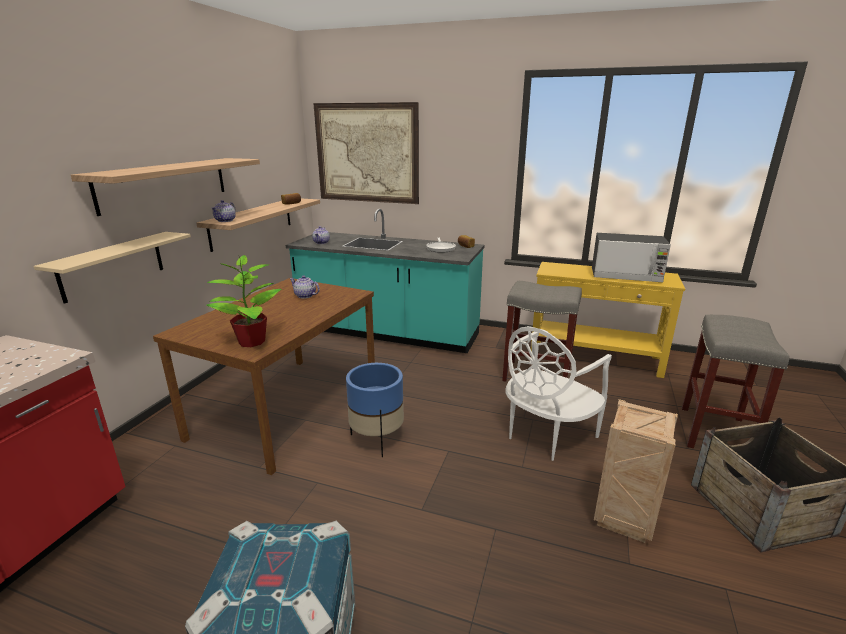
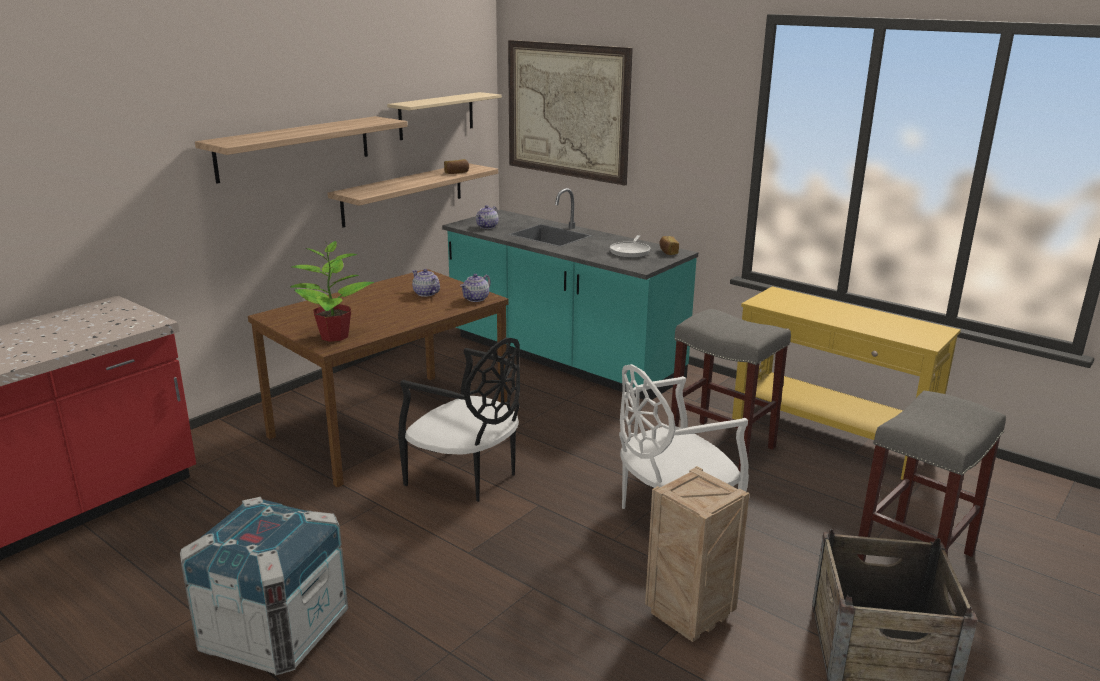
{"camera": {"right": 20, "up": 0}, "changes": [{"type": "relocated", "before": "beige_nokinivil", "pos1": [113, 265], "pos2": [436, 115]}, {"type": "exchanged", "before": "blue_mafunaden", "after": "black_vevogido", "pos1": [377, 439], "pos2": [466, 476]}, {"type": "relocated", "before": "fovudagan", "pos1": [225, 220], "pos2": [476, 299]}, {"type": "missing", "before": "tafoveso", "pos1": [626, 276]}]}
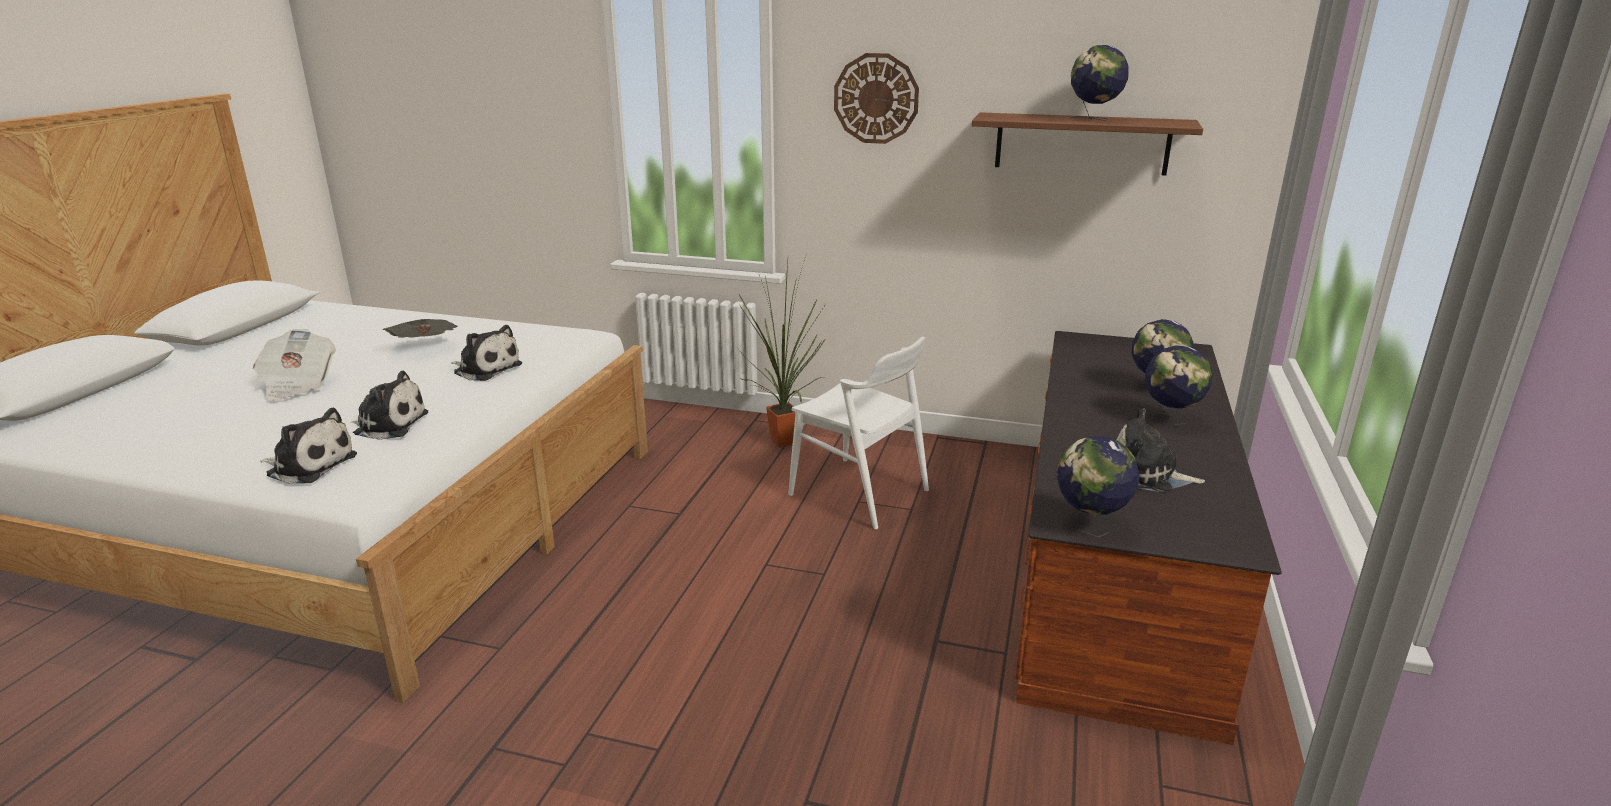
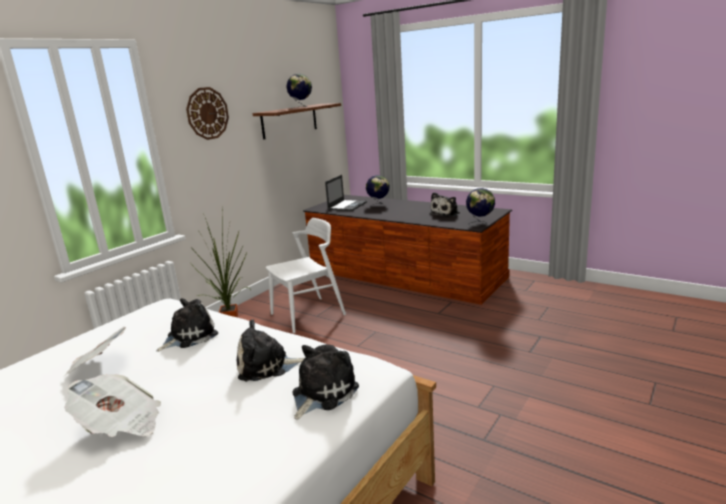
{"camera": {"right": -70, "up": -5}, "changes": [{"type": "spun", "before": "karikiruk", "pos1": [387, 424], "pos2": [267, 367], "turn": -120}, {"type": "appeared", "after": "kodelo", "pos2": [347, 205]}, {"type": "missing", "before": "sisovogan", "pos1": [1170, 421]}]}
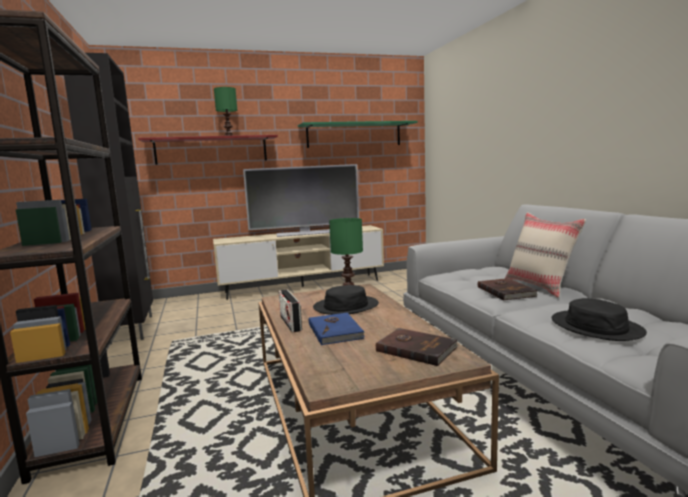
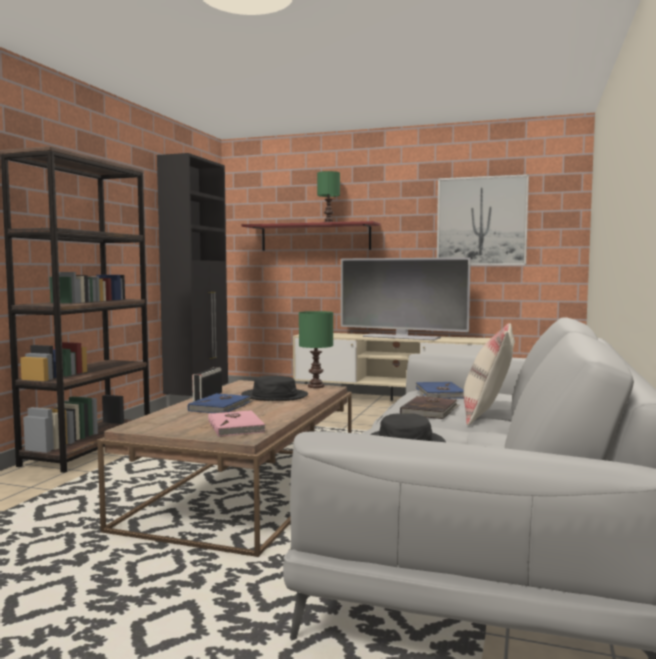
{"camera": {"right": 35, "up": -5}, "changes": [{"type": "colour", "before": "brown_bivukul", "after": "pink_bivukul", "pos1": [416, 348], "pos2": [237, 426]}, {"type": "appeared", "after": "blue_bivukul", "pos2": [438, 393]}, {"type": "exchanged", "before": "green_nokinivil", "after": "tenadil", "pos1": [354, 135], "pos2": [481, 221]}]}
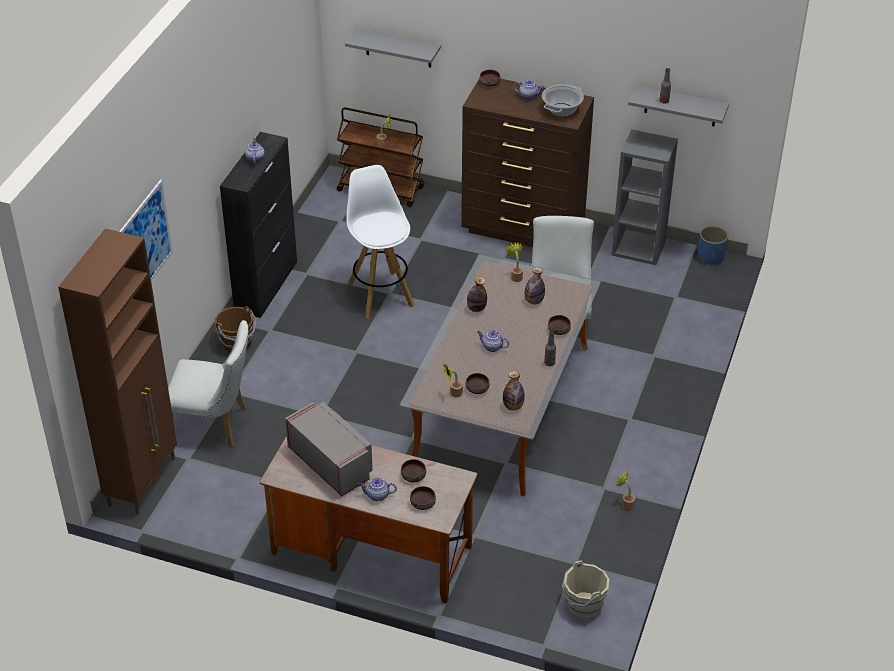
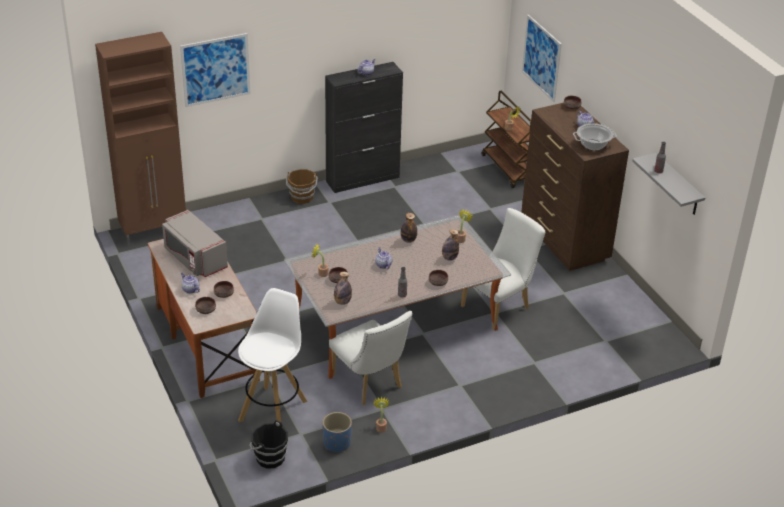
{"camera": {"right": 45, "up": -5}, "changes": [{"type": "spun", "before": "grey_tafoveso", "pos1": [331, 463], "pos2": [195, 258], "turn": 135}, {"type": "relocated", "before": "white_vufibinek", "pos1": [380, 293], "pos2": [273, 410]}, {"type": "colour", "before": "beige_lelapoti", "after": "black_lelapoti", "pos1": [583, 605], "pos2": [269, 458]}, {"type": "relocated", "before": "blue_mafunaden", "pos1": [710, 257], "pos2": [337, 443]}, {"type": "relocated", "before": "white_vevogido", "pos1": [215, 425], "pos2": [370, 384]}, {"type": "exchanged", "before": "grey_nokinivil", "after": "tenadil", "pos1": [398, 48], "pos2": [541, 58]}, {"type": "missing", "before": "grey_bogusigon", "pos1": [639, 248]}]}
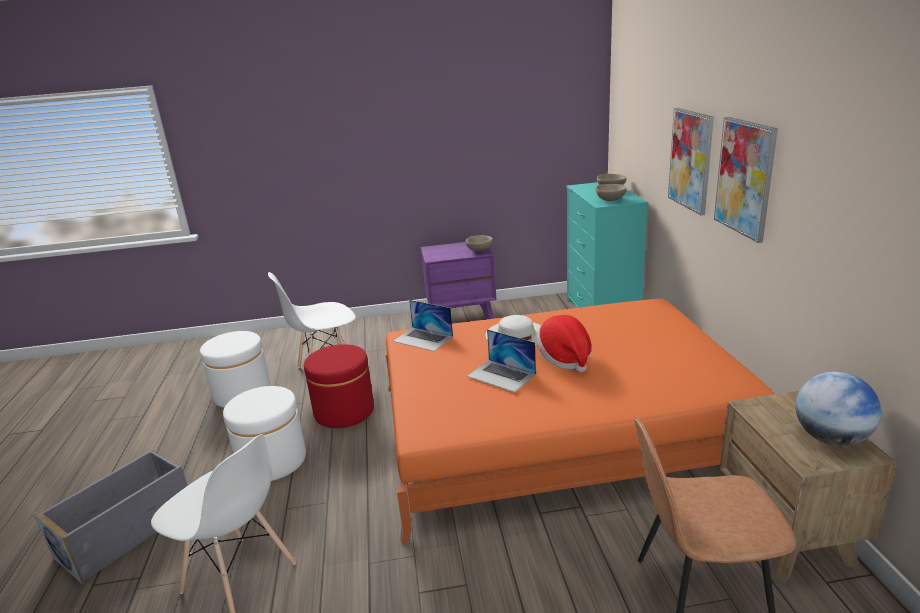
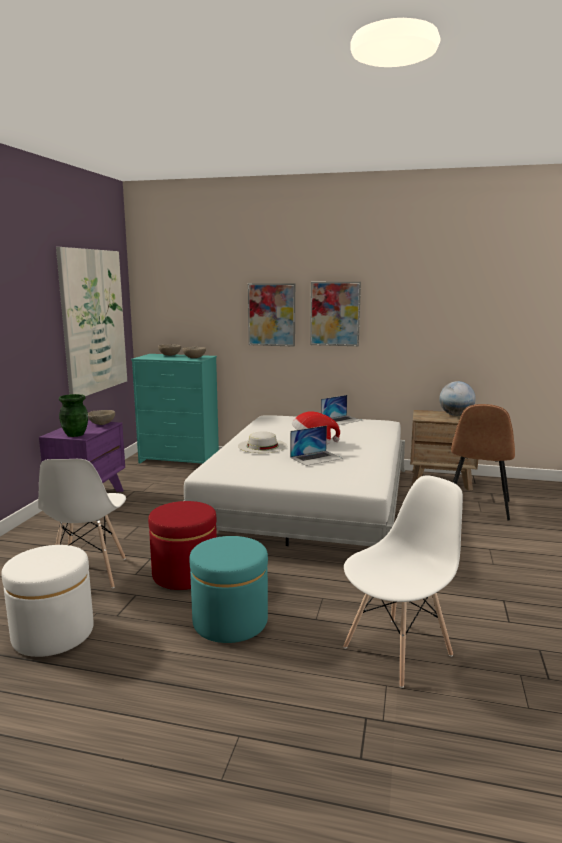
{"camera": {"right": -70, "up": -10}, "changes": [{"type": "appeared", "after": "tenadil", "pos2": [93, 321]}, {"type": "appeared", "after": "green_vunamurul", "pos2": [75, 434]}, {"type": "colour", "before": "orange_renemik", "after": "white_renemik", "pos1": [556, 429], "pos2": [308, 503]}, {"type": "colour", "before": "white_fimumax", "after": "turquoise_fimumax", "pos1": [272, 461], "pos2": [230, 621]}, {"type": "relocated", "before": "kodelo", "pos1": [423, 339], "pos2": [341, 420]}, {"type": "missing", "before": "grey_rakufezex", "pos1": [128, 531]}]}
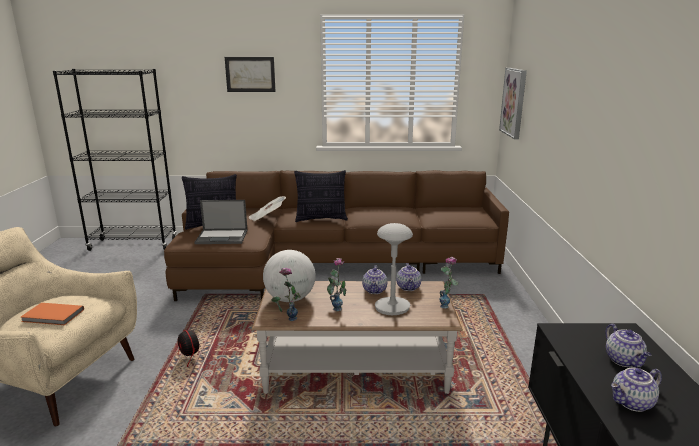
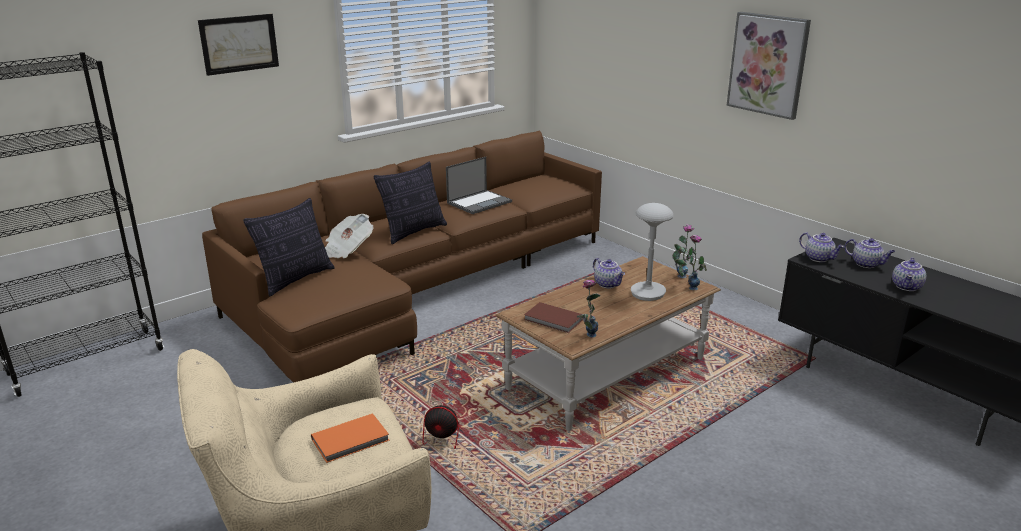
{"camera": {"right": -40, "up": 5}, "changes": [{"type": "relocated", "before": "kodelo", "pos1": [222, 237], "pos2": [479, 202]}, {"type": "exchanged", "before": "sisovogan", "after": "brown_bivukul", "pos1": [290, 299], "pos2": [553, 320]}, {"type": "relocated", "before": "vunamurul", "pos1": [337, 306], "pos2": [688, 286]}, {"type": "relocated", "before": "tenadil", "pos1": [514, 102], "pos2": [768, 64]}, {"type": "relocated", "before": "fovudagan", "pos1": [409, 287], "pos2": [819, 258]}]}
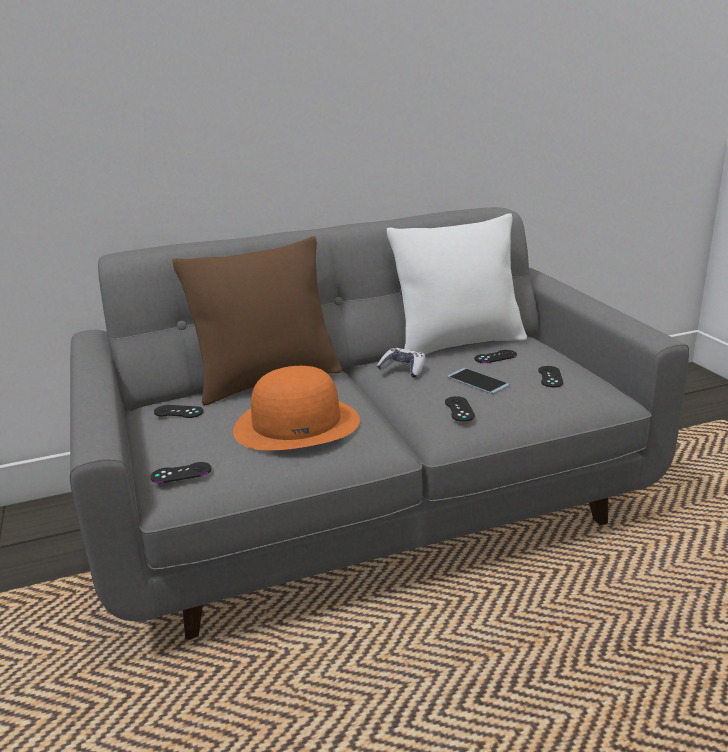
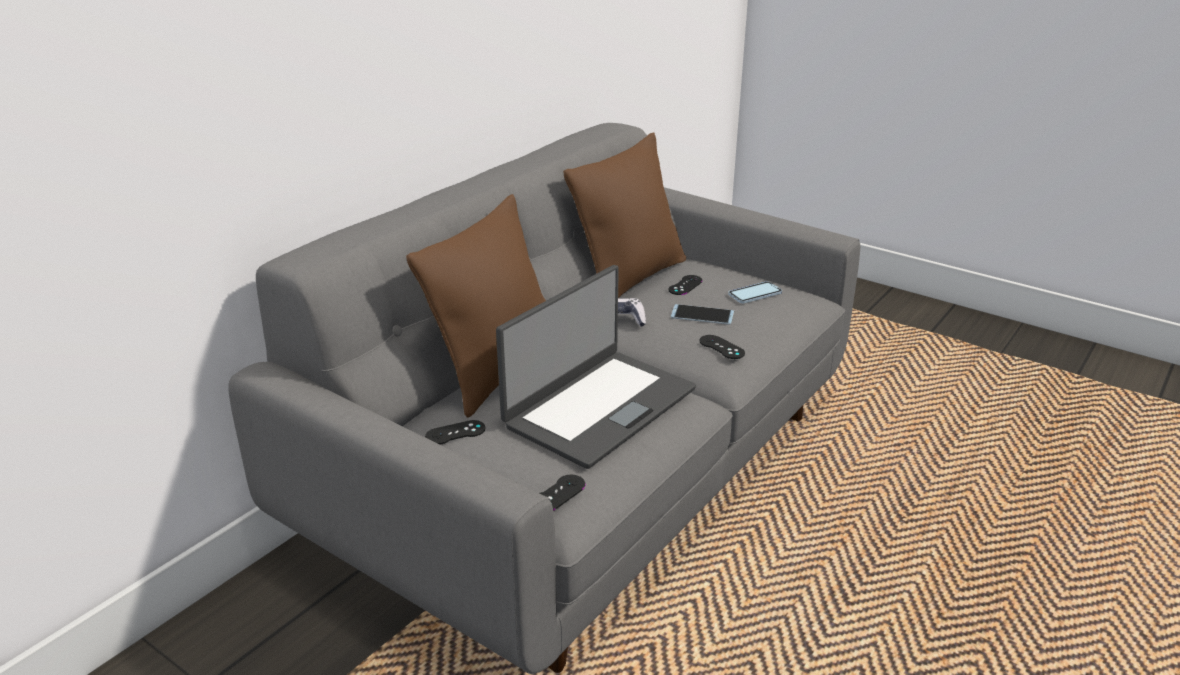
{"camera": {"right": -35, "up": 5}, "changes": [{"type": "exchanged", "before": "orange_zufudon", "after": "kodelo", "pos1": [297, 424], "pos2": [598, 406]}, {"type": "colour", "before": "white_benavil", "after": "brown_benavil", "pos1": [459, 344], "pos2": [629, 279]}, {"type": "exchanged", "before": "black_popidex", "after": "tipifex", "pos1": [550, 377], "pos2": [755, 294]}]}
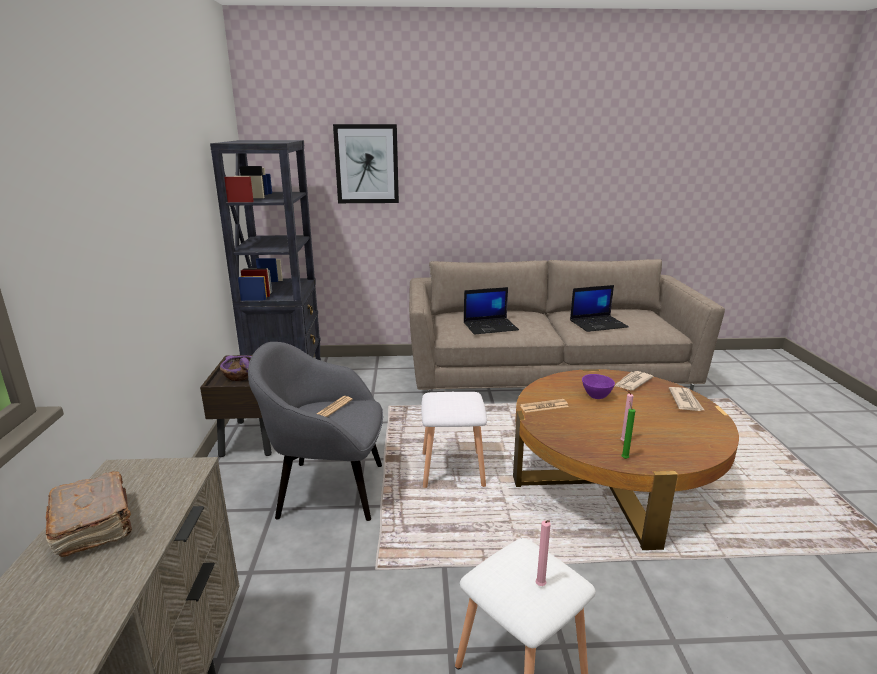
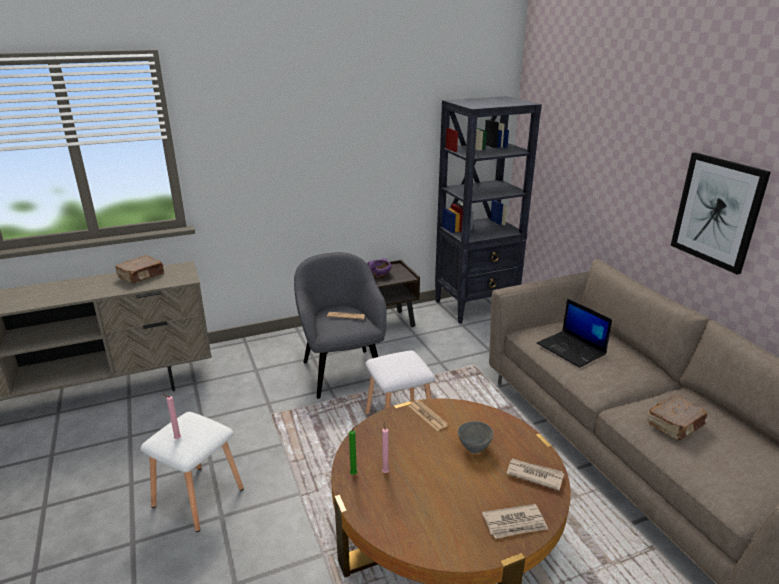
{"camera": {"right": 70, "up": 5}, "changes": [{"type": "colour", "before": "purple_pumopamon", "after": "grey_pumopamon", "pos1": [596, 396], "pos2": [474, 448]}, {"type": "exchanged", "before": "kodelo", "after": "brown_bivukul", "pos1": [598, 324], "pos2": [675, 425]}, {"type": "relocated", "before": "tenadil", "pos1": [367, 164], "pos2": [717, 211]}]}
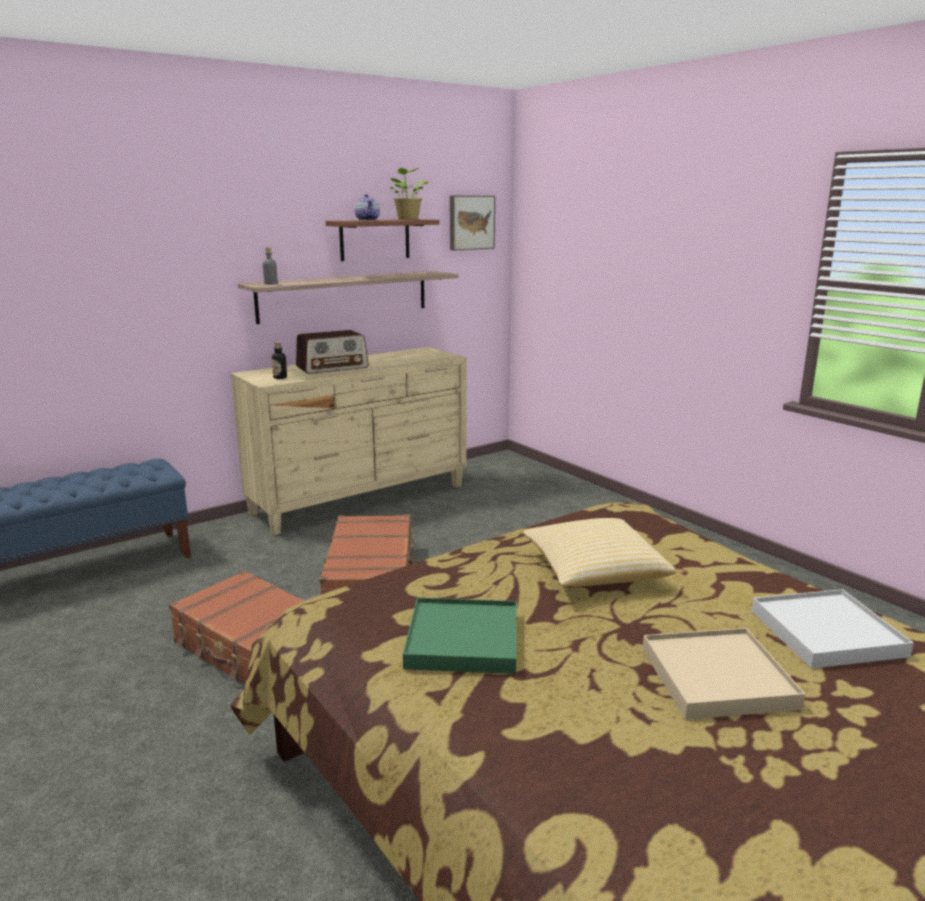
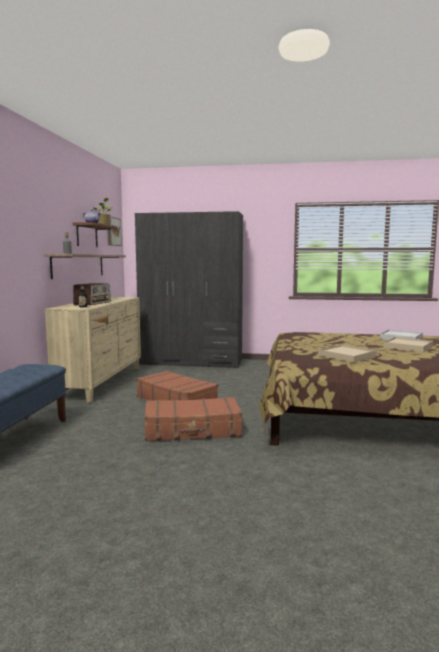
{"camera": {"right": -45, "up": -10}, "changes": [{"type": "appeared", "after": "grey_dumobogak", "pos2": [191, 362]}, {"type": "colour", "before": "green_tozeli", "after": "beige_tozeli", "pos1": [463, 640], "pos2": [347, 356]}, {"type": "missing", "before": "benavil", "pos1": [594, 572]}]}
